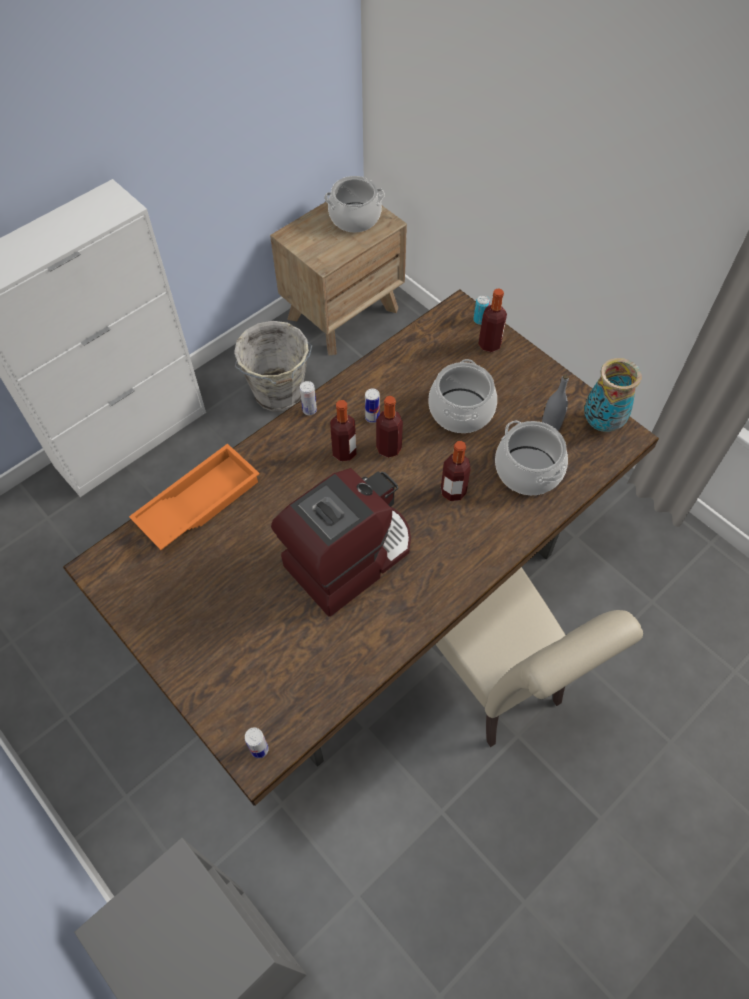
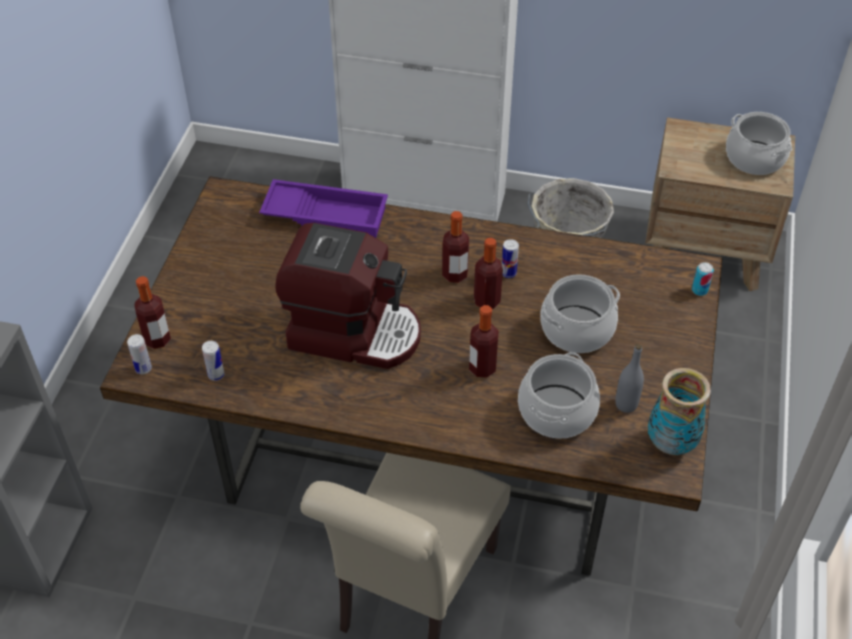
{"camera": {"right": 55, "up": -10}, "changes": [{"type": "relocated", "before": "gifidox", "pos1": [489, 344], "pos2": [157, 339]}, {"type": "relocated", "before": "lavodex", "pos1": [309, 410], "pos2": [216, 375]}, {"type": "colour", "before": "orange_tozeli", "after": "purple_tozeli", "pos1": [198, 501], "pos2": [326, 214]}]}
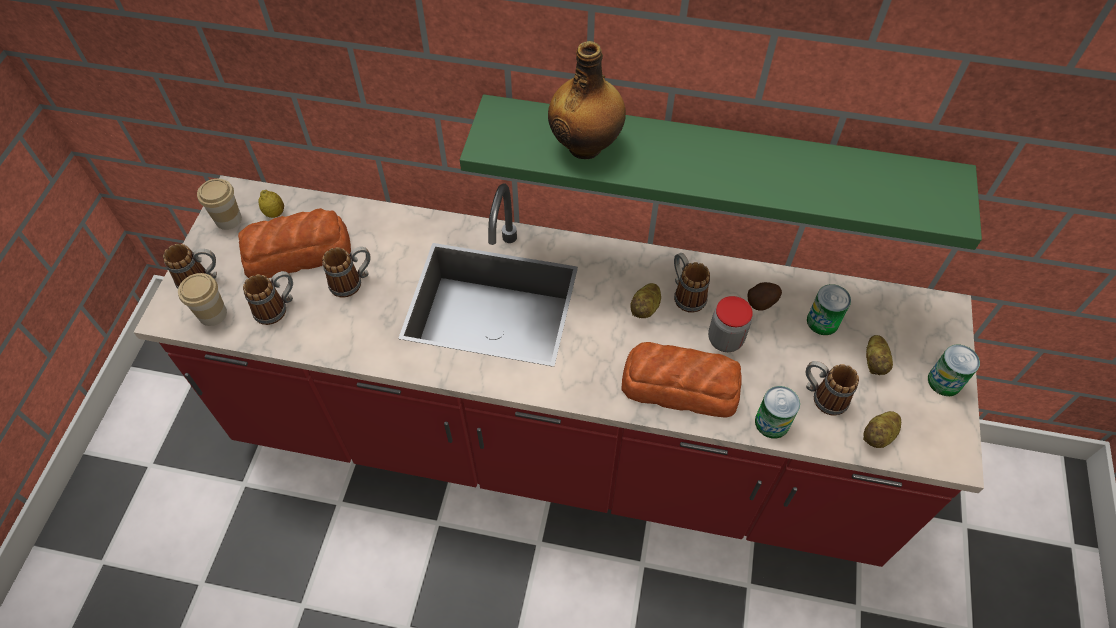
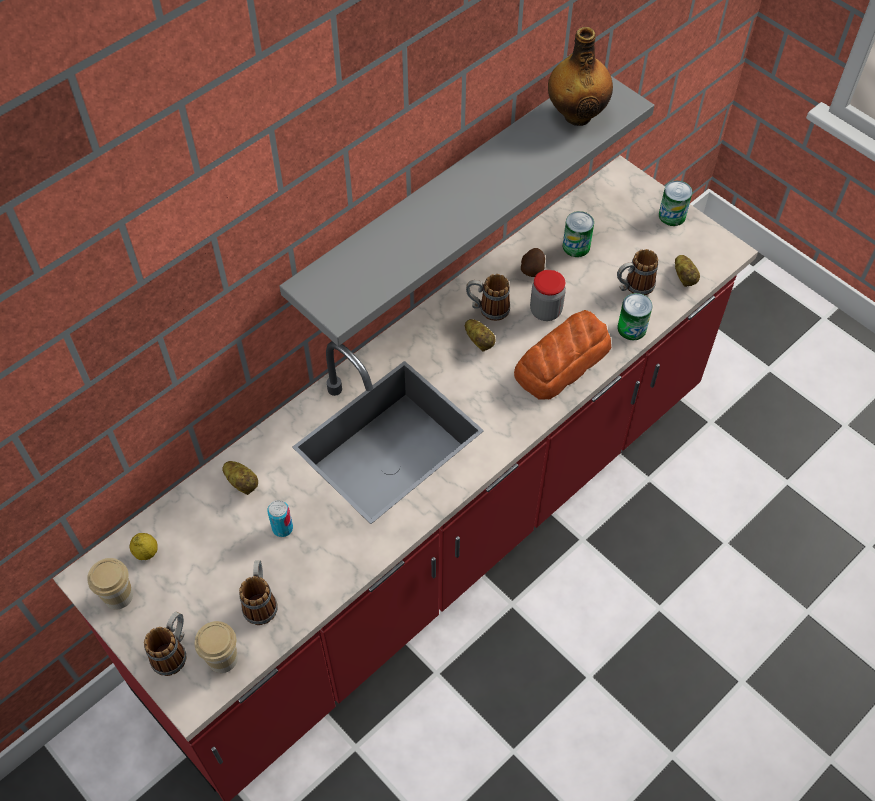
{"camera": {"right": -55, "up": 0}, "changes": [{"type": "relocated", "before": "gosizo", "pos1": [875, 362], "pos2": [242, 482]}, {"type": "exchanged", "before": "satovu", "after": "lavodex", "pos1": [352, 282], "pos2": [282, 528]}, {"type": "colour", "before": "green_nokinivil", "after": "grey_nokinivil", "pos1": [714, 160], "pos2": [448, 196]}, {"type": "relocated", "before": "gifidox", "pos1": [586, 145], "pos2": [577, 114]}, {"type": "missing", "before": "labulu", "pos1": [298, 252]}]}
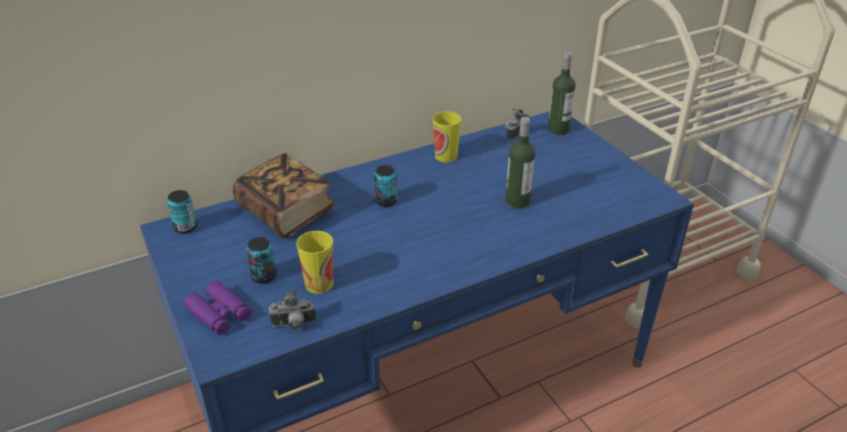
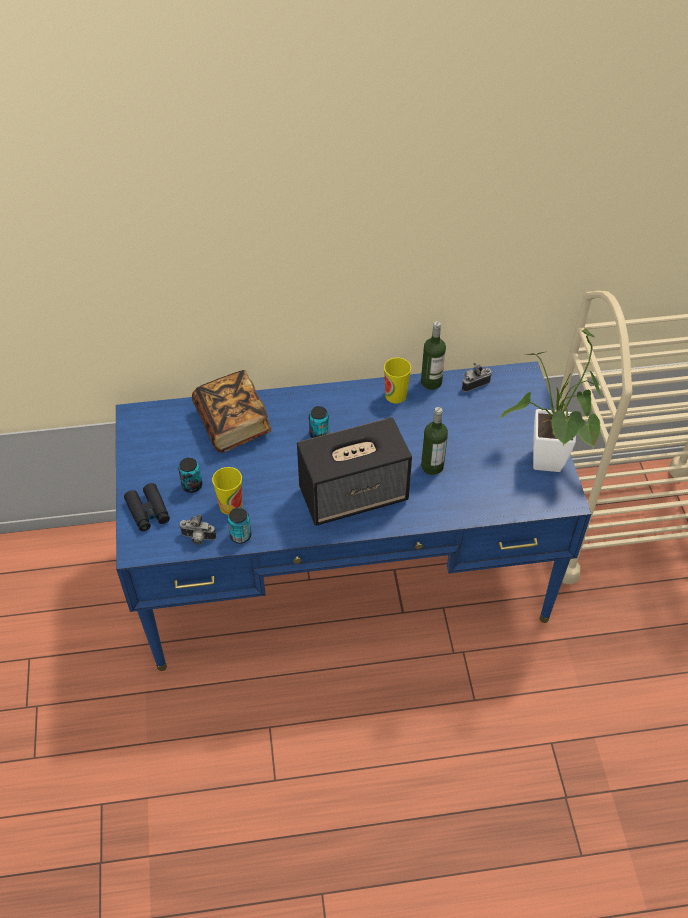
{"camera": {"right": 20, "up": 15}, "changes": [{"type": "colour", "before": "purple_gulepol", "after": "black_gulepol", "pos1": [219, 314], "pos2": [148, 511]}, {"type": "relocated", "before": "lavodex", "pos1": [185, 227], "pos2": [240, 535]}, {"type": "appeared", "after": "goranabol", "pos2": [354, 494]}, {"type": "relocated", "before": "gifidox", "pos1": [558, 130], "pos2": [431, 382]}, {"type": "appeared", "after": "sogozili", "pos2": [546, 468]}]}
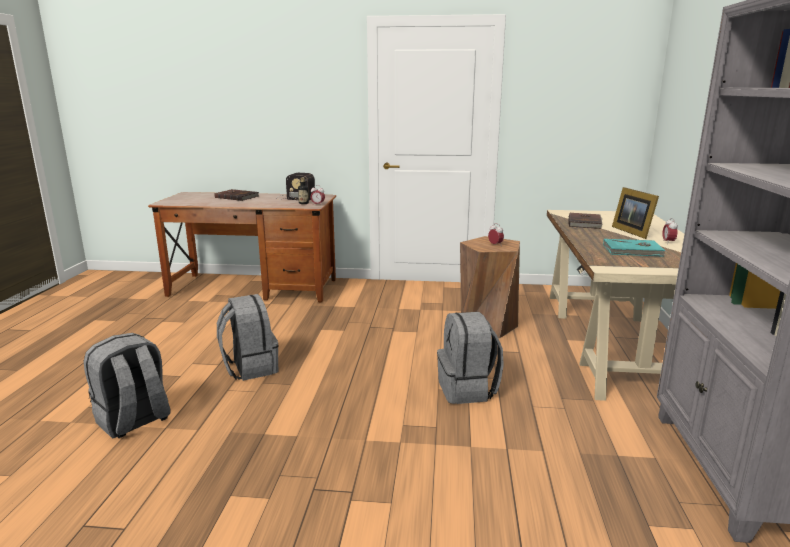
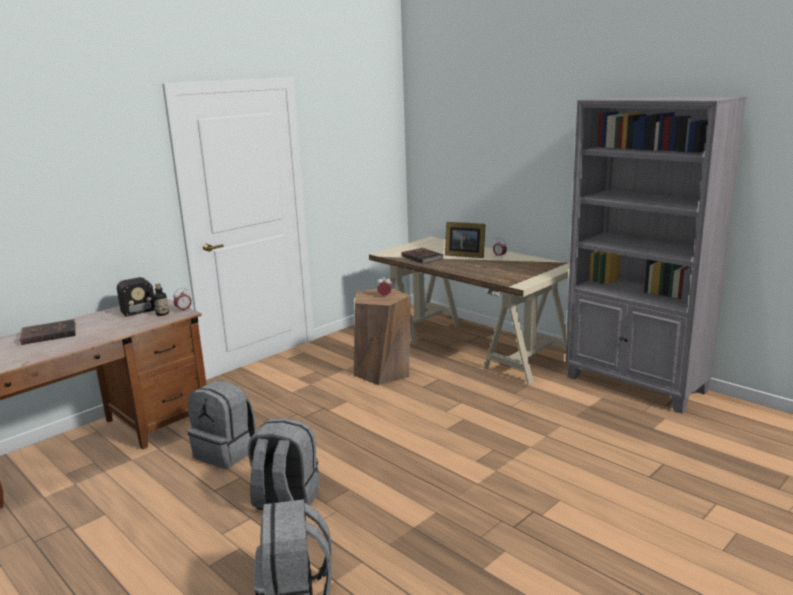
{"camera": {"right": -50, "up": 0}, "changes": [{"type": "relocated", "before": "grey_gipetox", "pos1": [467, 389], "pos2": [226, 452]}, {"type": "missing", "before": "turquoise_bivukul", "pos1": [633, 250]}]}
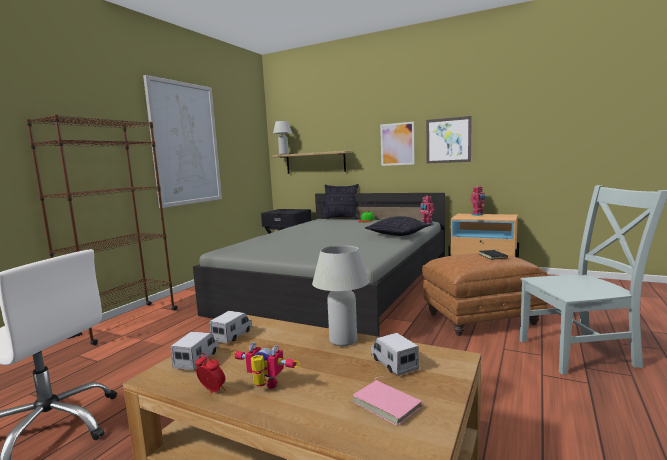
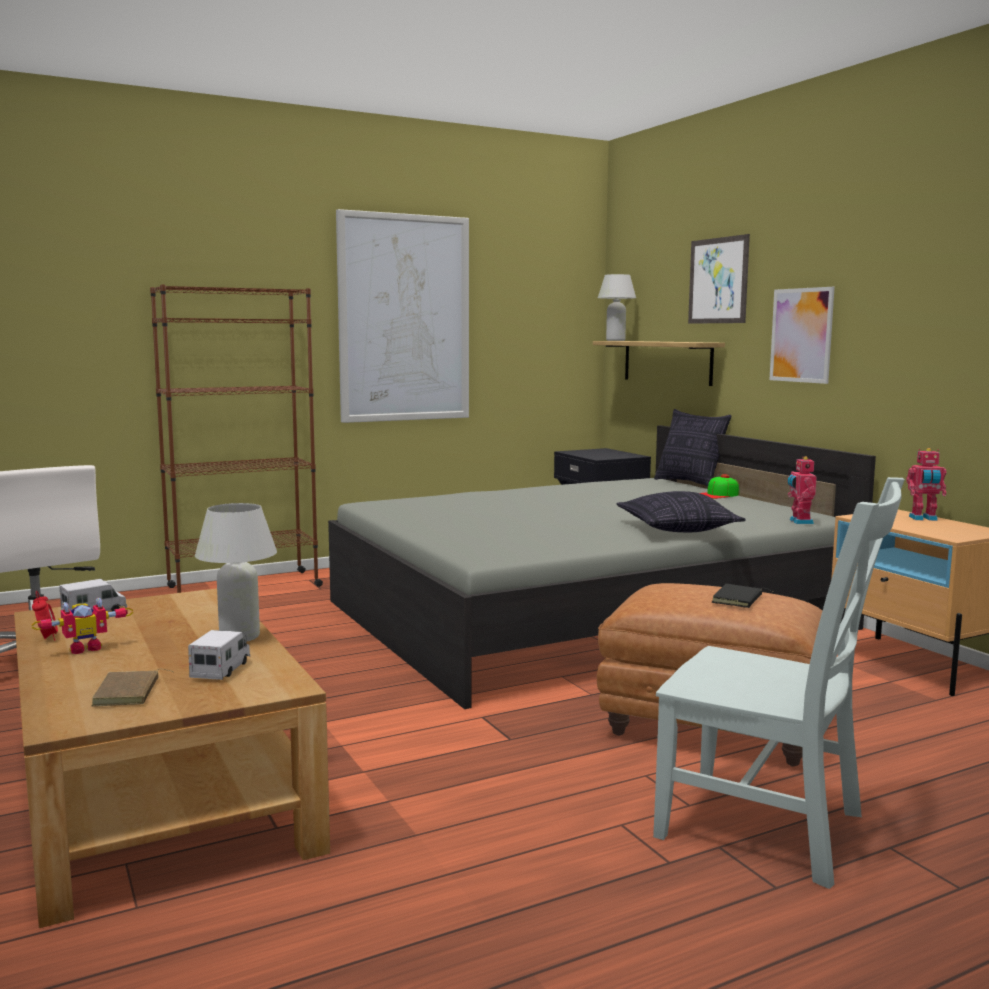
{"camera": {"right": 35, "up": 0}, "changes": [{"type": "spun", "before": "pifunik", "pos1": [264, 387], "pos2": [85, 648], "turn": 90}, {"type": "colour", "before": "pink_bivukul", "after": "brown_bivukul", "pos1": [388, 404], "pos2": [129, 693]}, {"type": "relocated", "before": "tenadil", "pos1": [448, 140], "pos2": [718, 280]}, {"type": "missing", "before": "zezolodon", "pos1": [233, 335]}]}
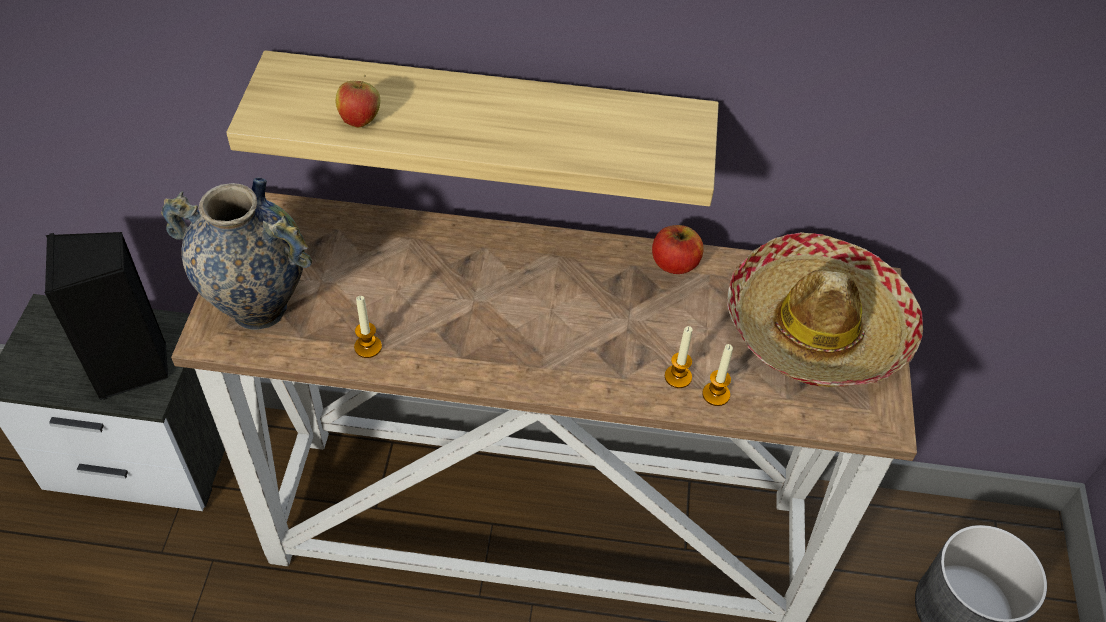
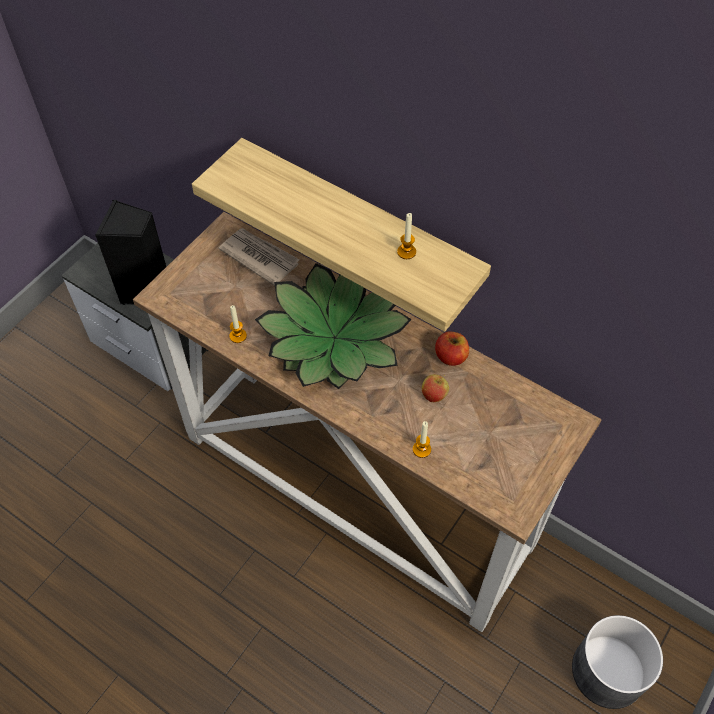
{"camera": {"right": 30, "up": 5}, "changes": [{"type": "appeared", "after": "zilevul", "pos2": [259, 257]}, {"type": "appeared", "after": "sogozili", "pos2": [335, 338]}, {"type": "relocated", "before": "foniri", "pos1": [678, 377], "pos2": [406, 252]}, {"type": "relocated", "before": "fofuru", "pos1": [360, 120], "pos2": [434, 395]}, {"type": "missing", "before": "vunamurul", "pos1": [258, 308]}, {"type": "missing", "before": "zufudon", "pos1": [817, 327]}]}
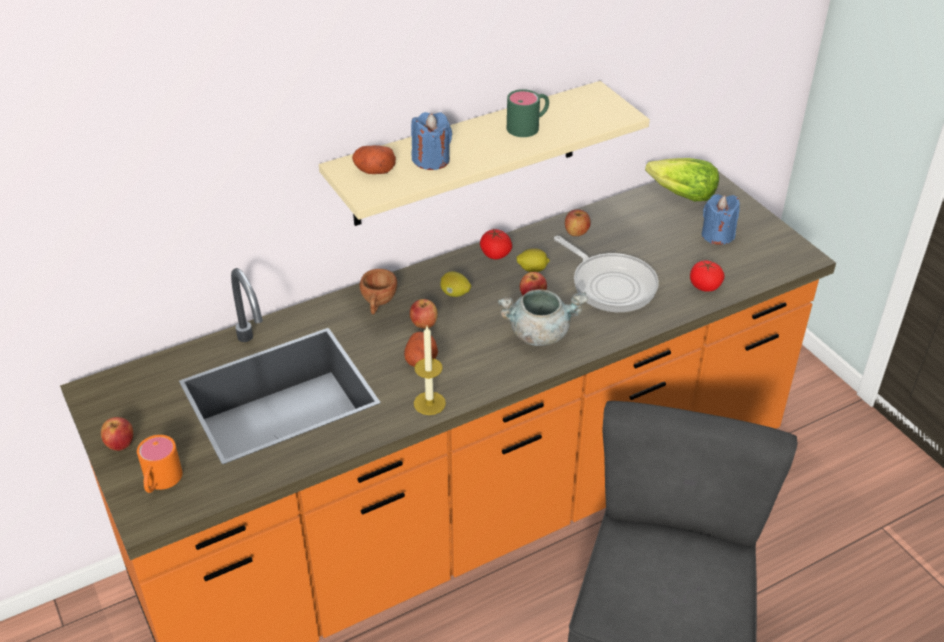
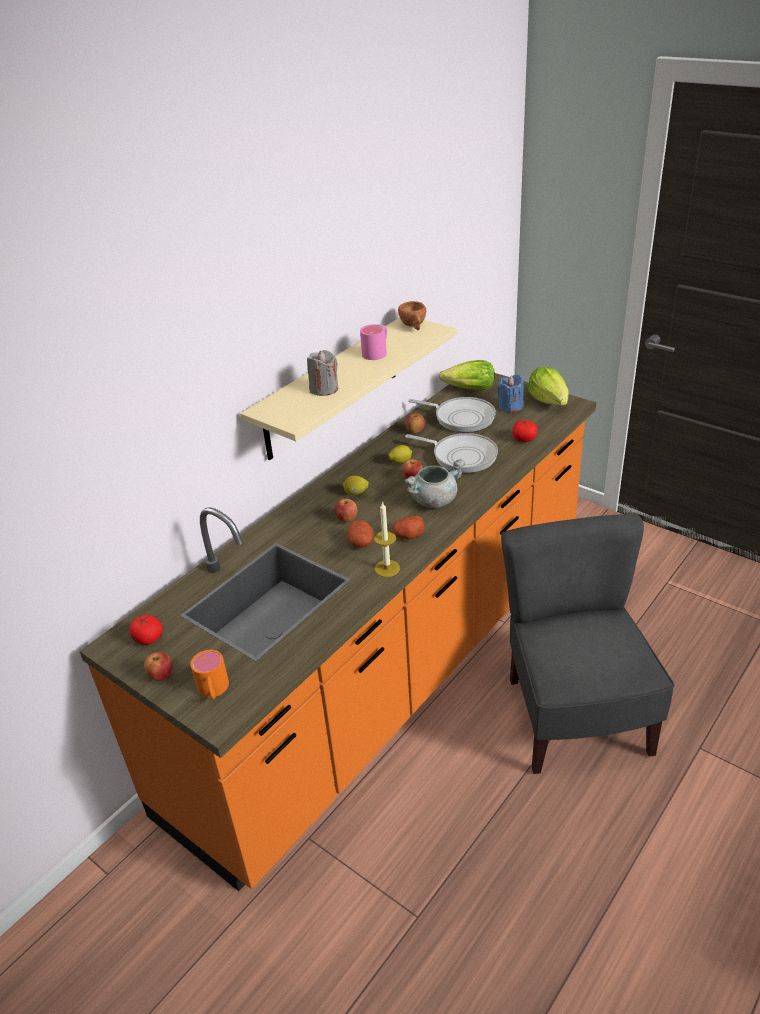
{"camera": {"right": -20, "up": -5}, "changes": [{"type": "relocated", "before": "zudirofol", "pos1": [495, 254], "pos2": [148, 639]}, {"type": "colour", "before": "blue_foniri", "after": "grey_foniri", "pos1": [431, 160], "pos2": [324, 389]}, {"type": "colour", "before": "green_satovu", "after": "pink_satovu", "pos1": [529, 126], "pos2": [377, 352]}, {"type": "relocated", "before": "gosizo", "pos1": [373, 170], "pos2": [408, 535]}, {"type": "relocated", "before": "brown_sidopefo", "pos1": [378, 303], "pos2": [414, 326]}, {"type": "appeared", "after": "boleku", "pos2": [461, 417]}, {"type": "appeared", "after": "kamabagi", "pos2": [549, 401]}]}
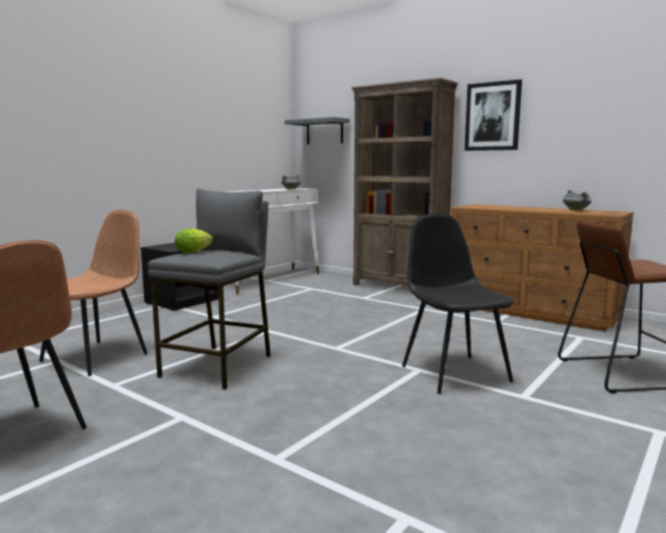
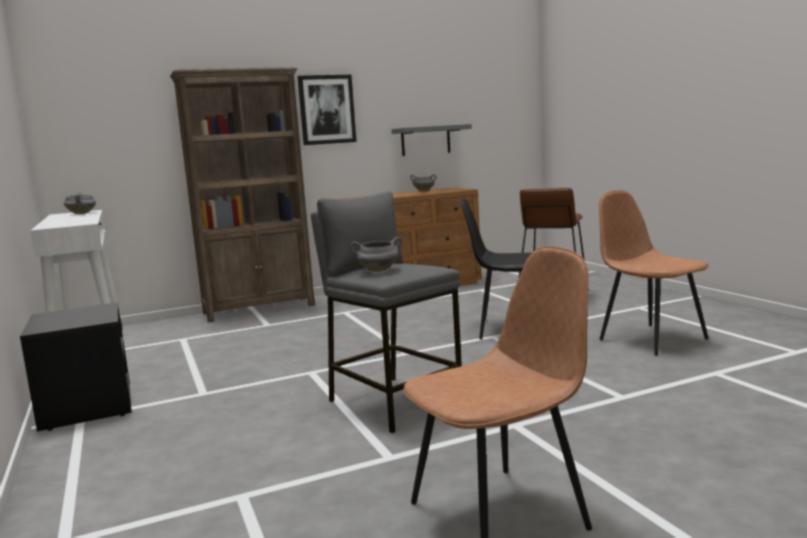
{"camera": {"right": -60, "up": 0}, "changes": [{"type": "exchanged", "before": "kamabagi", "after": "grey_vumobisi", "pos1": [195, 252], "pos2": [378, 271]}, {"type": "relocated", "before": "grey_nokinivil", "pos1": [324, 132], "pos2": [425, 140]}, {"type": "relocated", "before": "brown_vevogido", "pos1": [97, 357], "pos2": [650, 339]}]}
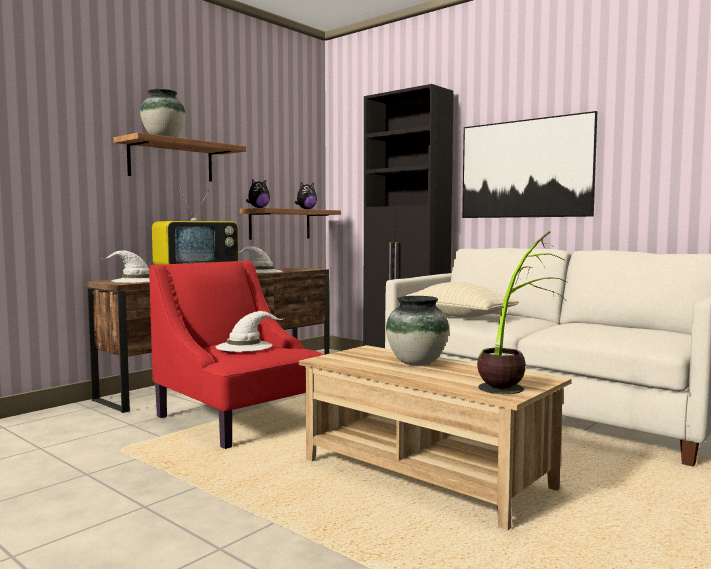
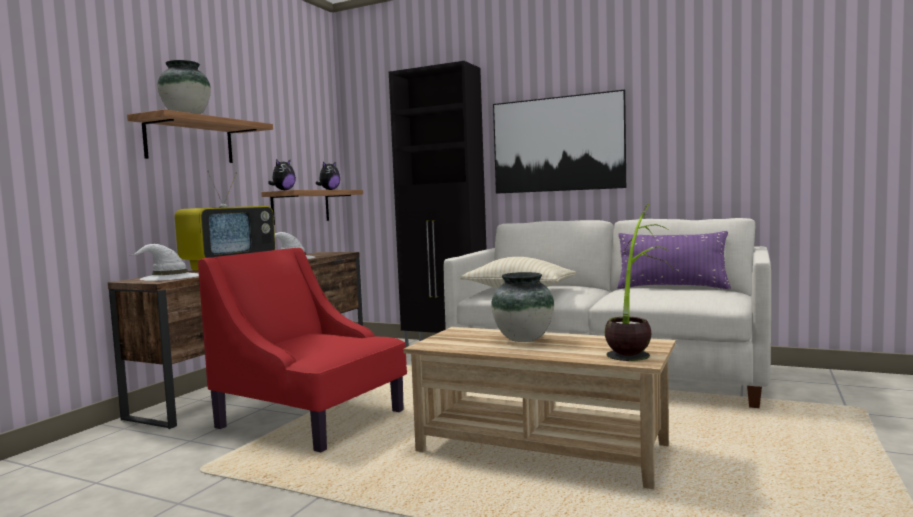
{"camera": {"right": -15, "up": 0}, "changes": [{"type": "appeared", "after": "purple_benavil", "pos2": [672, 288]}, {"type": "missing", "before": "white_zufudon", "pos1": [245, 346]}]}
